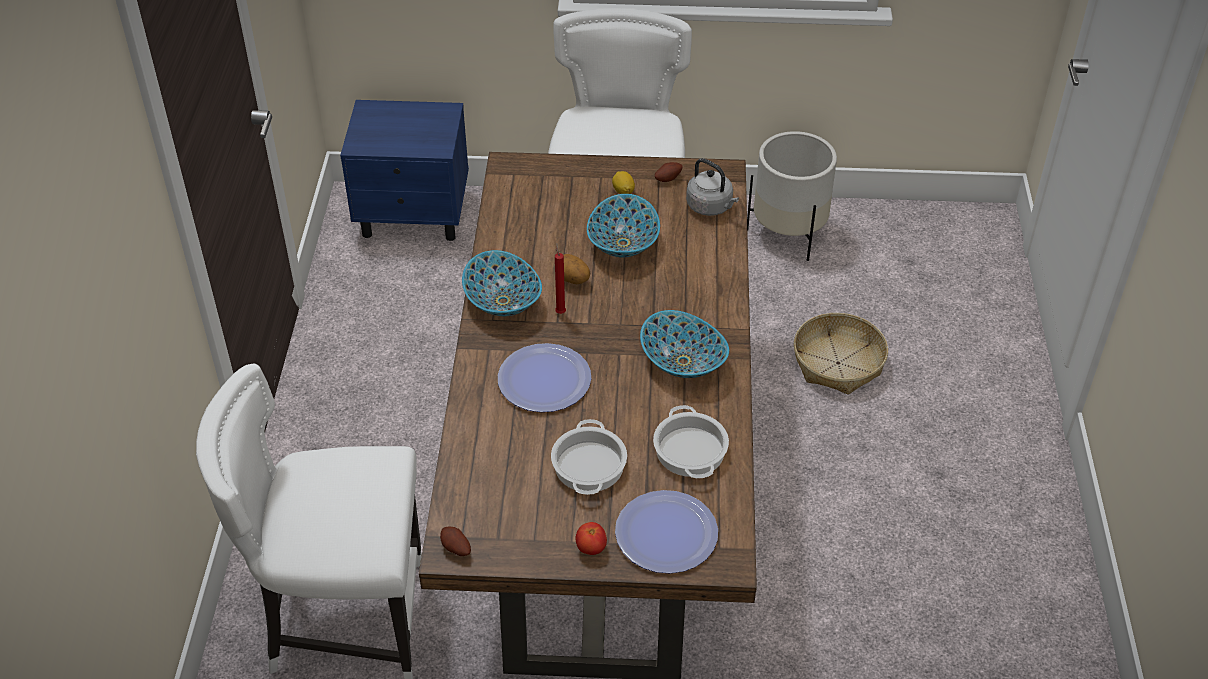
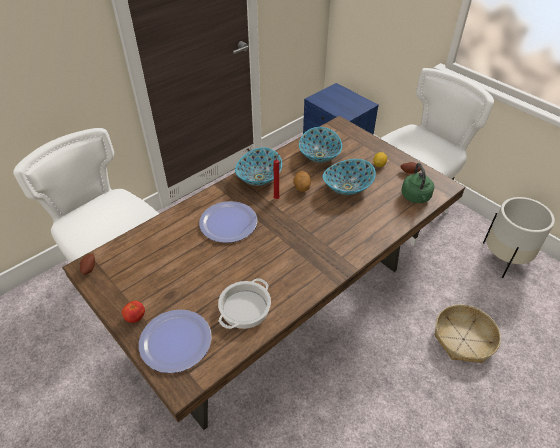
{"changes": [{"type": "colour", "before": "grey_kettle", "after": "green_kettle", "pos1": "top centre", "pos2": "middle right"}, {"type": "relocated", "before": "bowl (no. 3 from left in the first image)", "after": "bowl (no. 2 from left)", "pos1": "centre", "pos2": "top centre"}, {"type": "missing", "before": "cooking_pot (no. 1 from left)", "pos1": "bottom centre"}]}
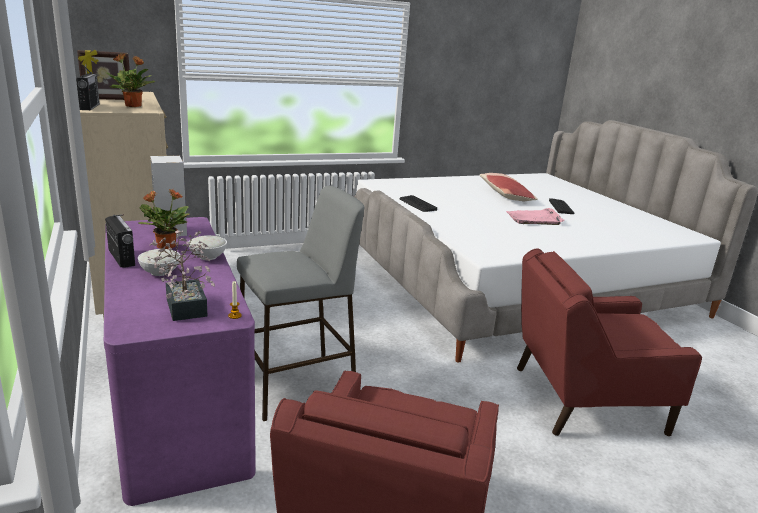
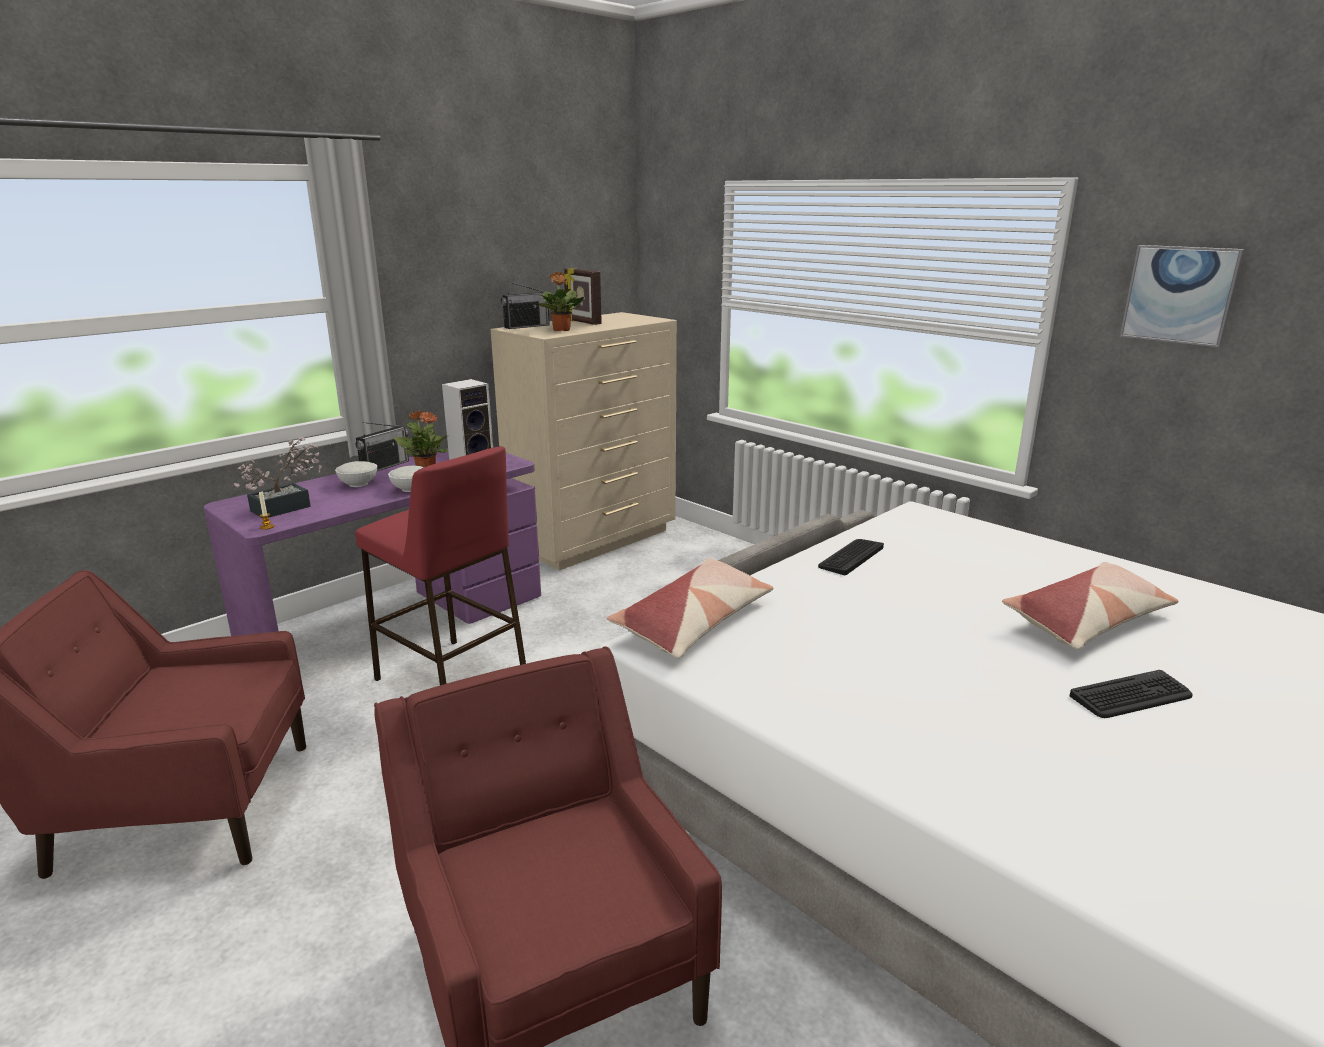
{"changes": [{"type": "colour", "before": "grey_stool", "after": "red_stool", "pos1": "centre", "pos2": "middle left"}, {"type": "missing", "before": "pink_tray", "pos1": "middle right"}, {"type": "appeared", "after": "picture", "pos2": "top right"}, {"type": "appeared", "after": "pillow (no. 1 from left)", "pos2": "centre"}]}
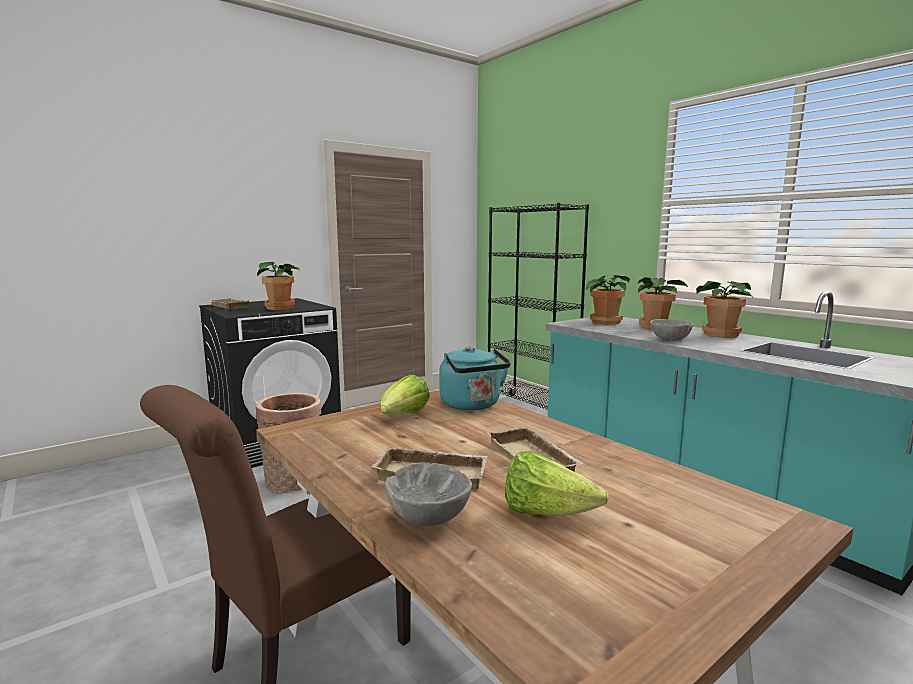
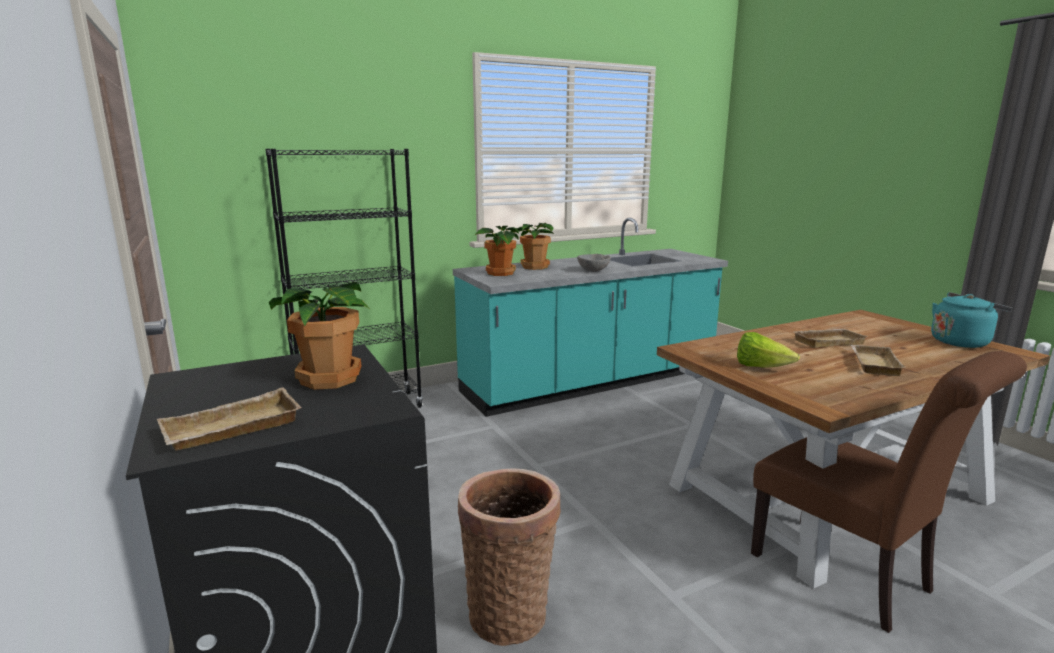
{"changes": [{"type": "missing", "before": "potted_plant (no. 4 from left)", "pos1": "middle right"}, {"type": "relocated", "before": "turquoise_kettle", "pos1": "centre", "pos2": "middle right"}, {"type": "missing", "before": "lettuce (no. 2 from left)", "pos1": "bottom centre"}, {"type": "missing", "before": "grey_bowl (no. 1 from left)", "pos1": "bottom centre"}]}
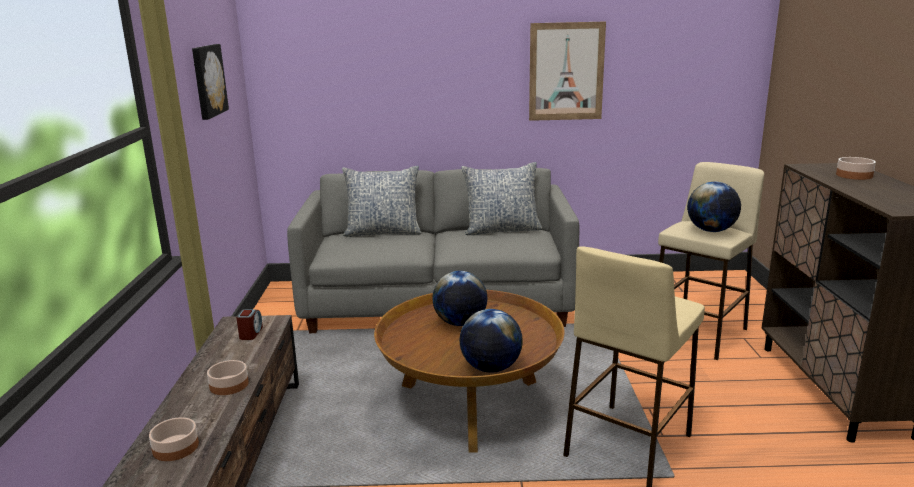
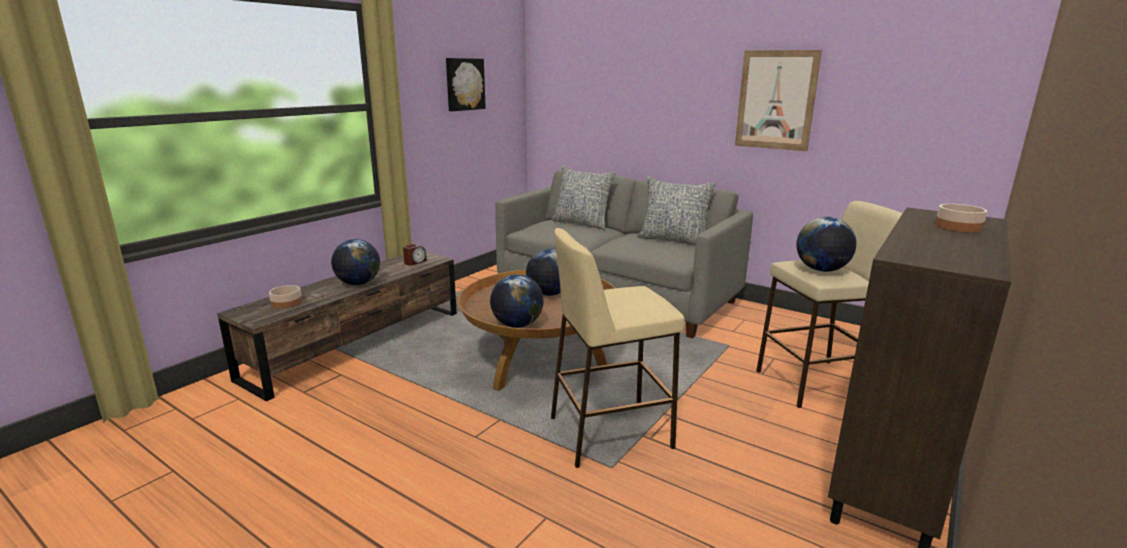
{"changes": [{"type": "exchanged", "before": "bowl (no. 2 from left)", "after": "globe (no. 1 from left)", "pos1": "bottom left", "pos2": "middle left"}]}
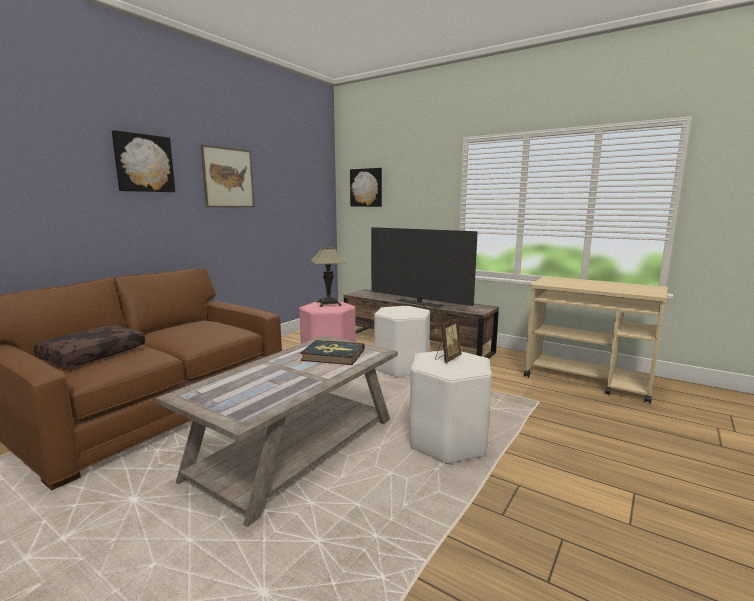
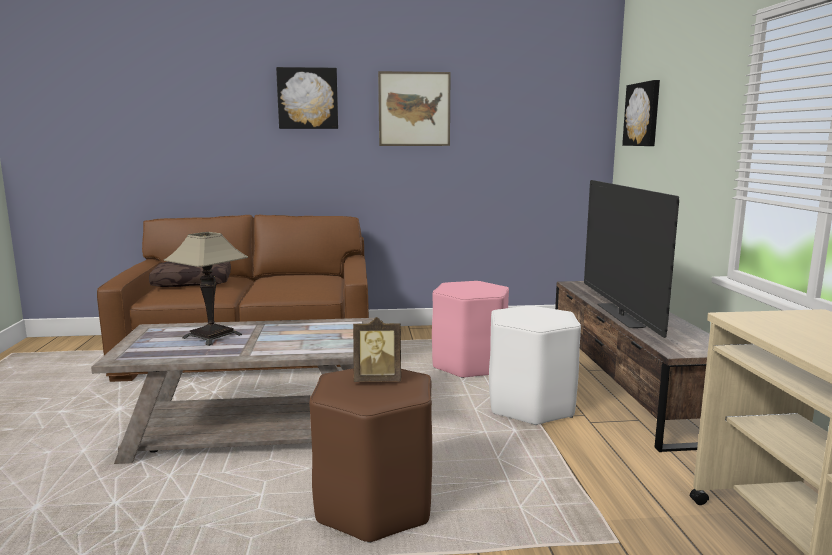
{"changes": [{"type": "relocated", "before": "table_lamp", "pos1": "centre", "pos2": "middle left"}, {"type": "missing", "before": "book", "pos1": "centre"}, {"type": "colour", "before": "white_stool (no. 2 from left)", "after": "brown_stool", "pos1": "bottom centre", "pos2": "bottom centre"}]}
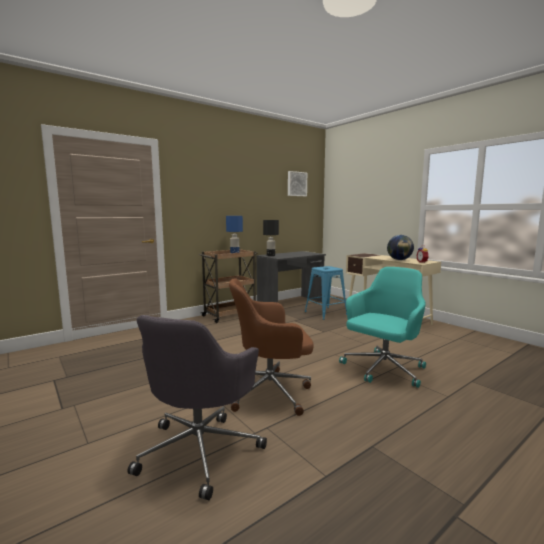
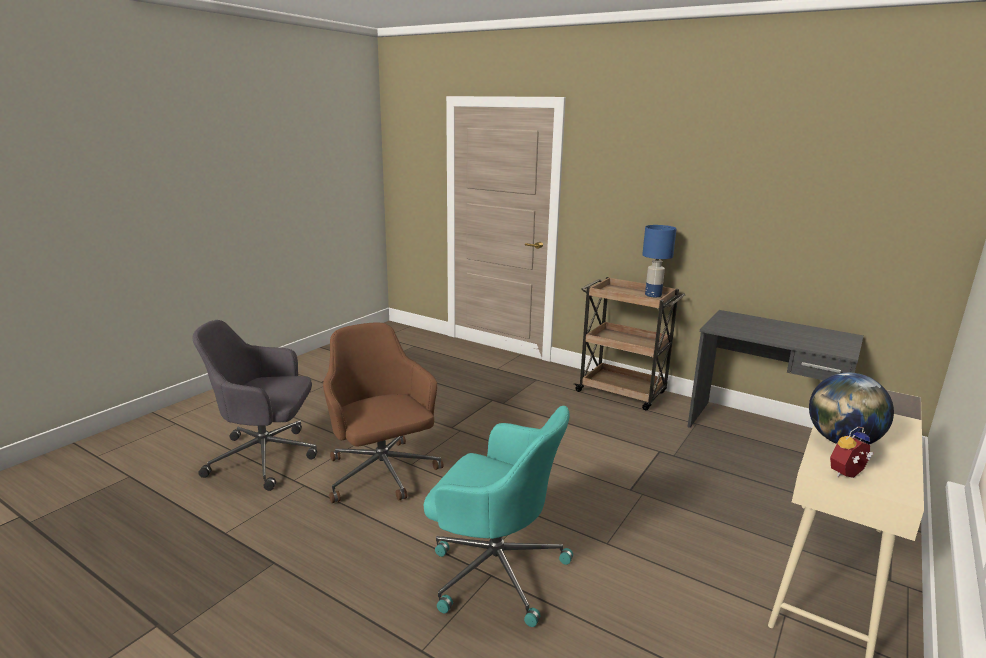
{"changes": [{"type": "missing", "before": "picture", "pos1": "centre"}, {"type": "missing", "before": "black_table_lamp", "pos1": "centre"}, {"type": "missing", "before": "blue_stool", "pos1": "centre"}]}
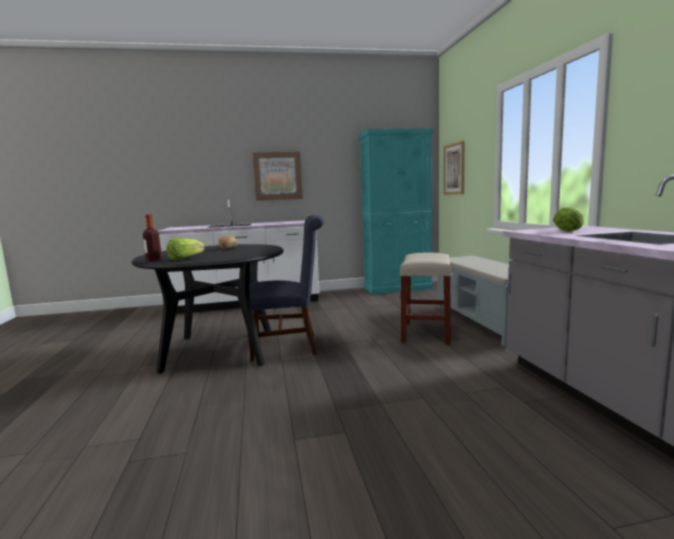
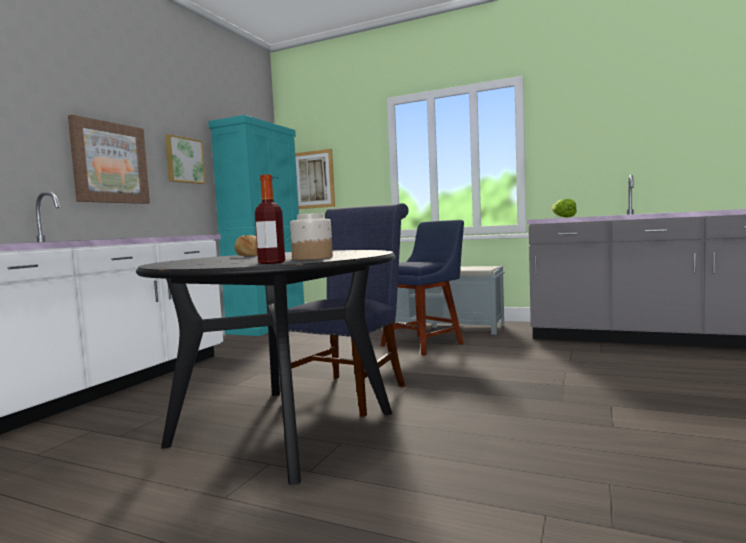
{"changes": [{"type": "exchanged", "before": "lettuce (no. 1 from left)", "after": "jar", "pos1": "middle left", "pos2": "centre"}, {"type": "exchanged", "before": "beige_stool", "after": "blue_chair (no. 2 from left)", "pos1": "centre", "pos2": "centre"}, {"type": "appeared", "after": "picture (no. 2 from left)", "pos2": "top left"}]}
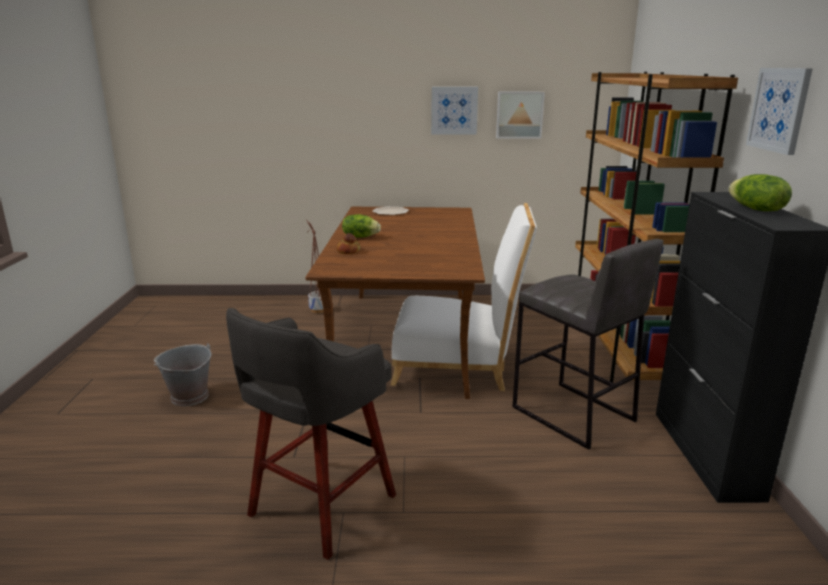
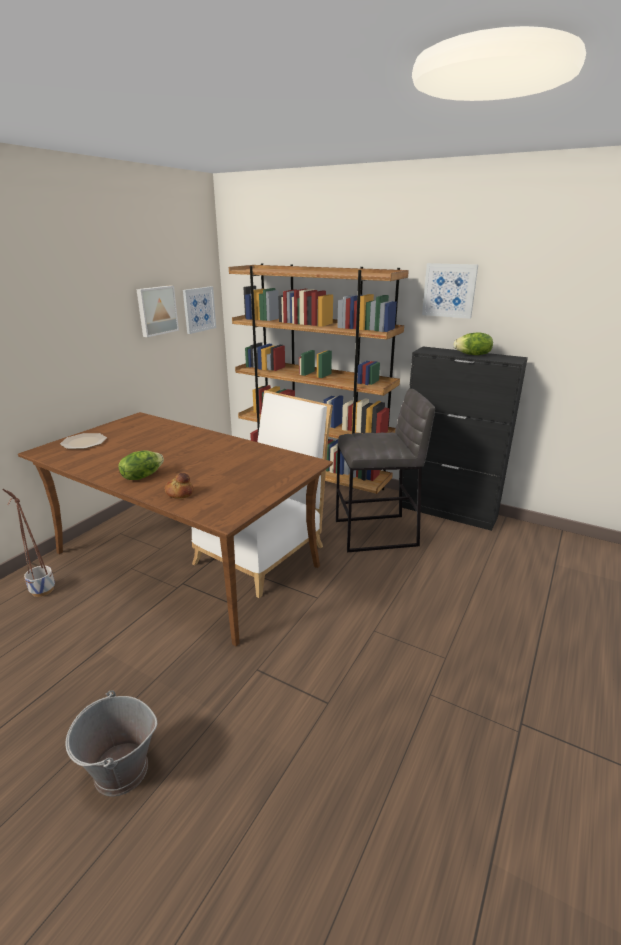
{"changes": [{"type": "relocated", "before": "picture (no. 1 from left in the first image)", "after": "picture (no. 2 from left)", "pos1": "top centre", "pos2": "top left"}, {"type": "missing", "before": "grey_stool (no. 1 from left)", "pos1": "bottom centre"}]}
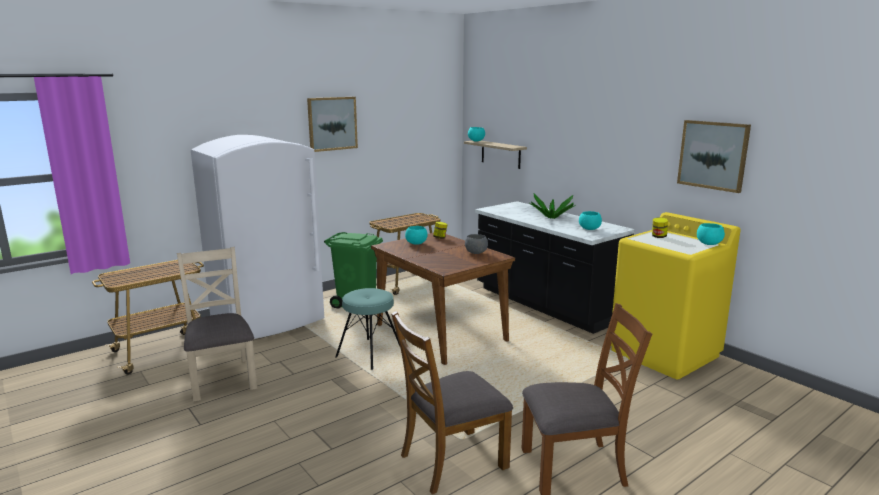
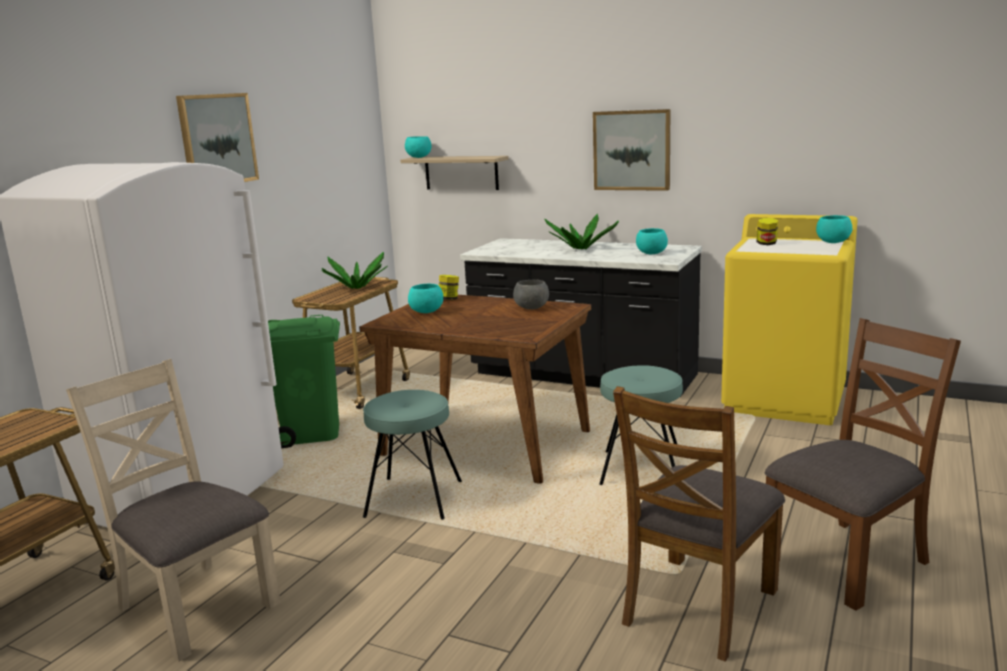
{"changes": [{"type": "relocated", "before": "picture (no. 2 from left)", "pos1": "top right", "pos2": "top centre"}, {"type": "appeared", "after": "potted_plant (no. 1 from left)", "pos2": "centre"}, {"type": "appeared", "after": "turquoise_stool (no. 2 from left)", "pos2": "centre"}]}
